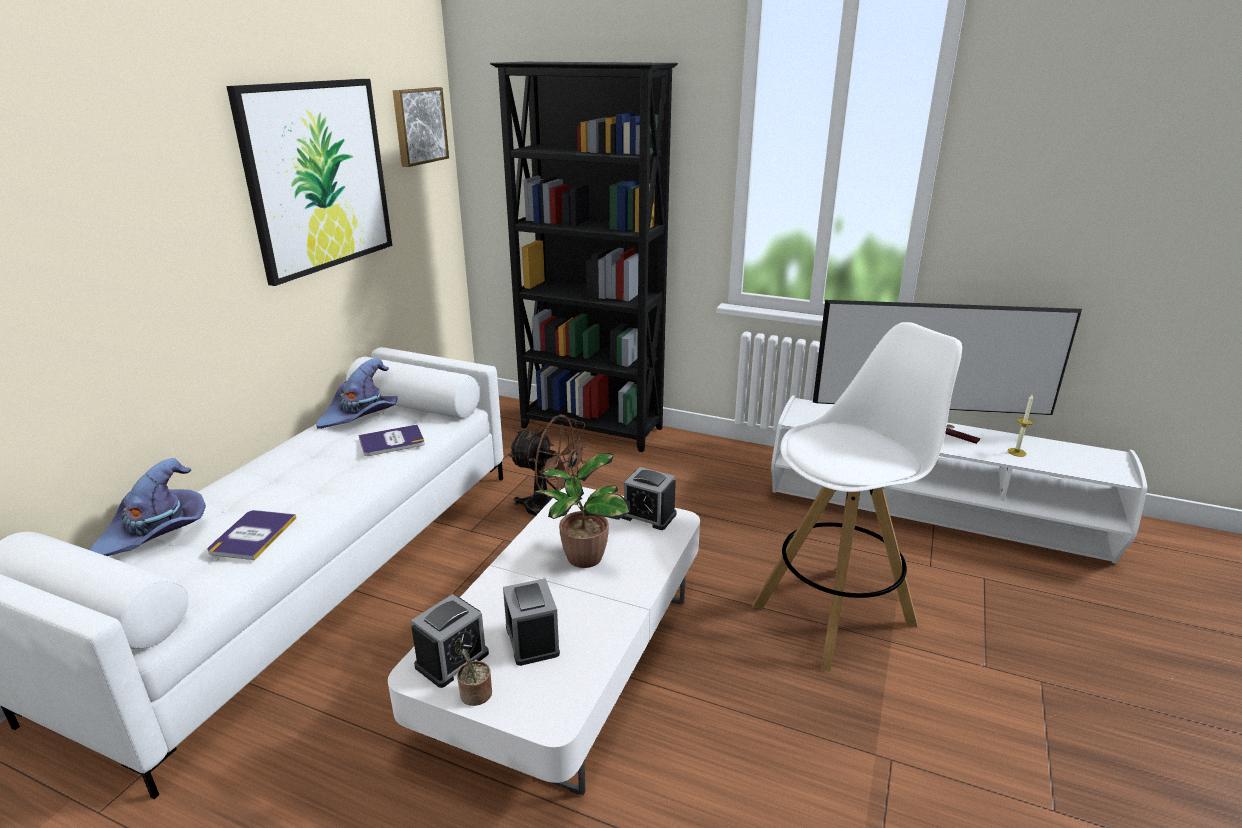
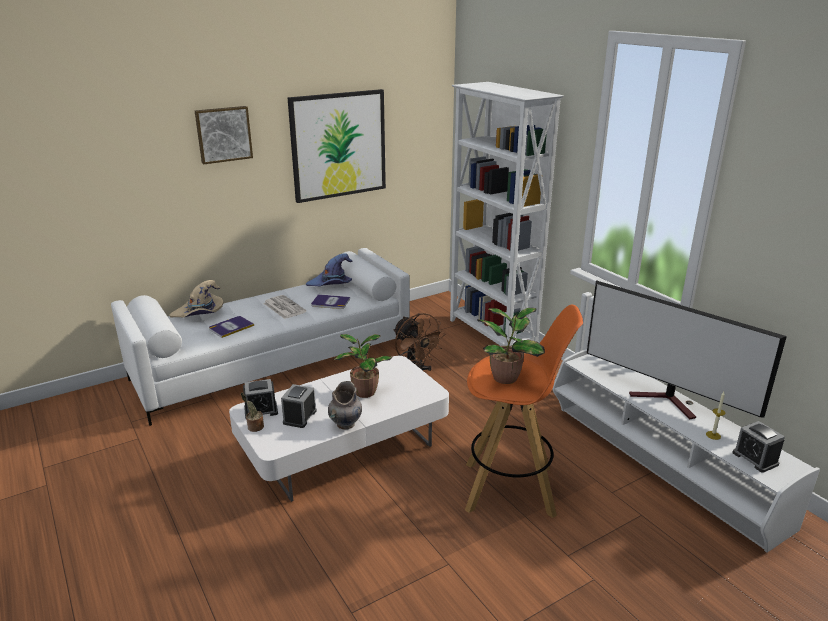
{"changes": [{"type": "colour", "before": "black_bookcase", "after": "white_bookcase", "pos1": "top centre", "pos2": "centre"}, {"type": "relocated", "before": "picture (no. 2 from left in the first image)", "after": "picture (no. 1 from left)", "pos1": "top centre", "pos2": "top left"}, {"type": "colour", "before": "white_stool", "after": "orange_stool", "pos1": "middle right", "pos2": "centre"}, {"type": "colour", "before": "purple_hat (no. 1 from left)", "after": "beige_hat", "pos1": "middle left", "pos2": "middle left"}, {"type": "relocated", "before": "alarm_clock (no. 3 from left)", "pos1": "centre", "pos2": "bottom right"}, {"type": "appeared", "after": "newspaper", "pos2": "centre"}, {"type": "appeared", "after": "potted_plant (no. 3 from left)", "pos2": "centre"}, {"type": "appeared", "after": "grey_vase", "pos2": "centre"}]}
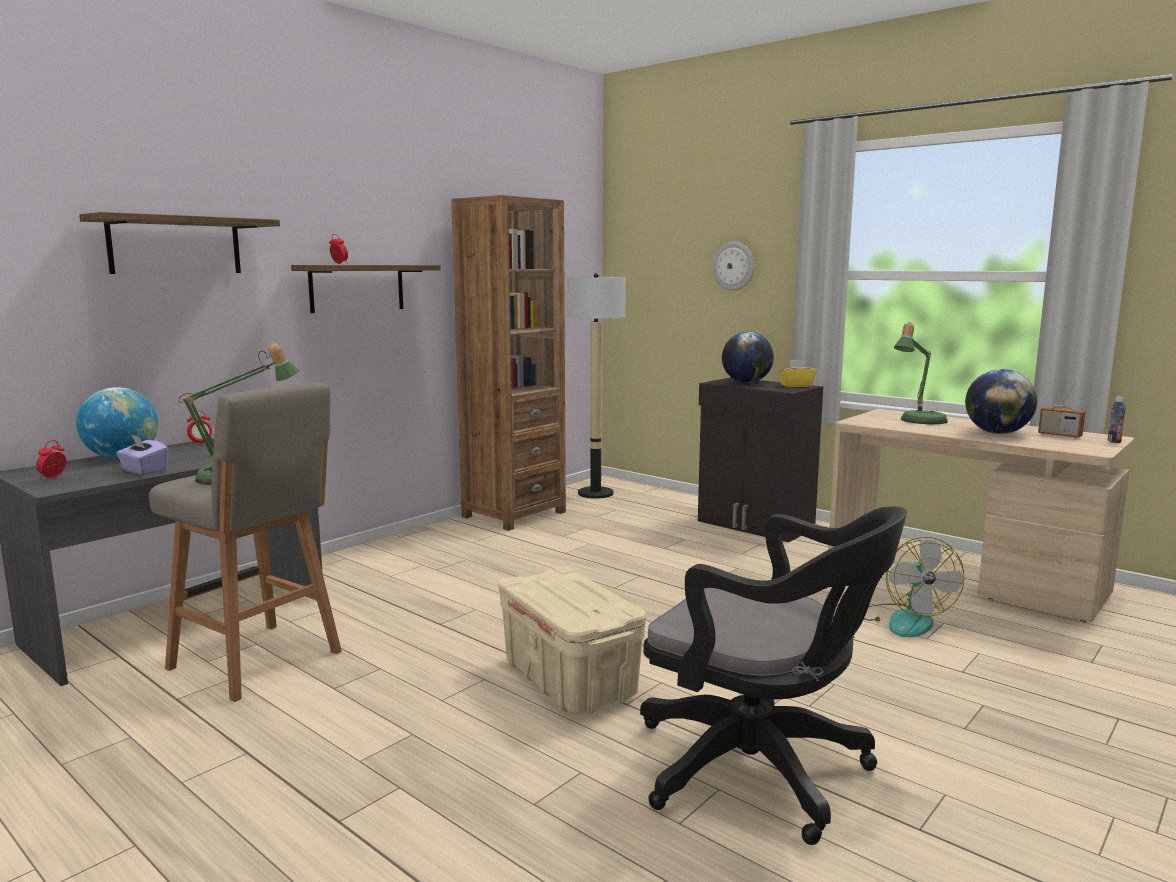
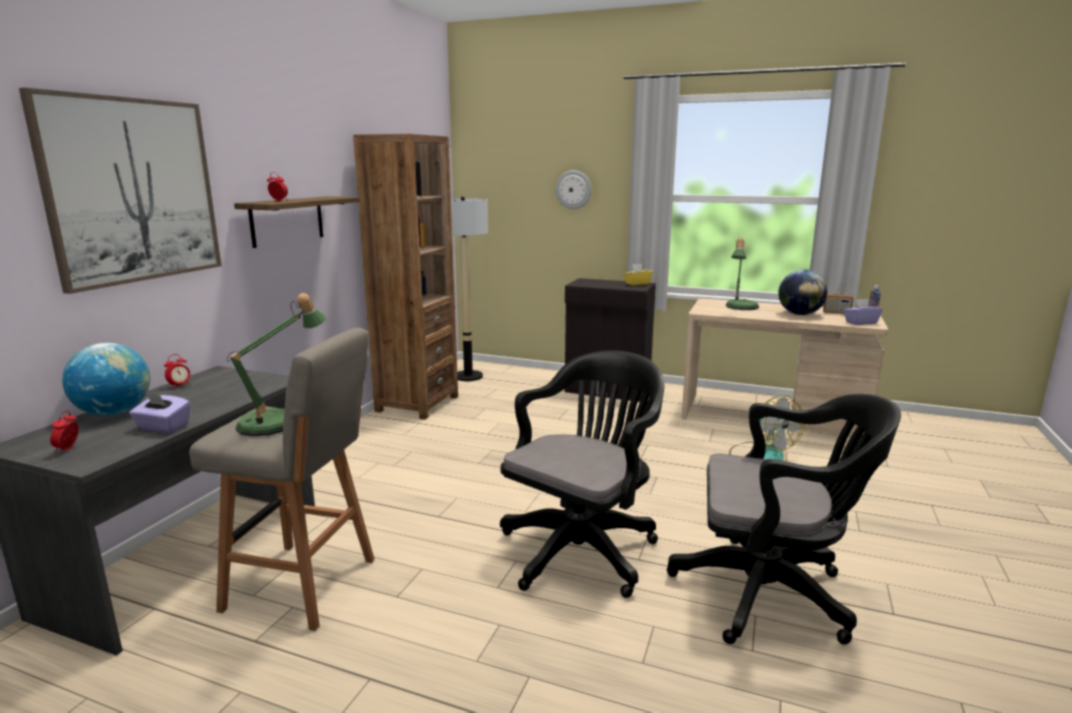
{"changes": [{"type": "exchanged", "before": "shelf (no. 1 from left)", "after": "picture", "pos1": "top left", "pos2": "top left"}, {"type": "missing", "before": "globe (no. 2 from left)", "pos1": "centre"}, {"type": "exchanged", "before": "beige_storage_box", "after": "black_office_chair (no. 1 from left)", "pos1": "bottom centre", "pos2": "centre"}, {"type": "appeared", "after": "purple_tissue_box (no. 2 from left)", "pos2": "middle right"}]}
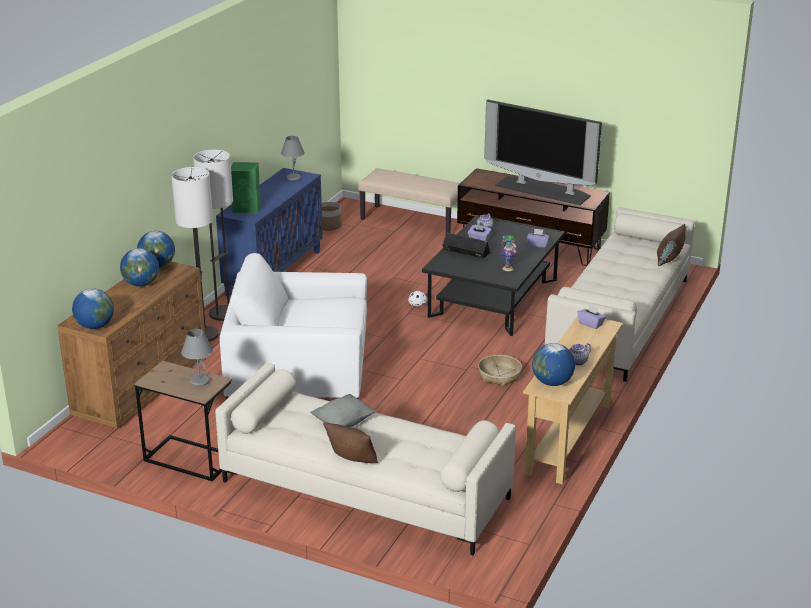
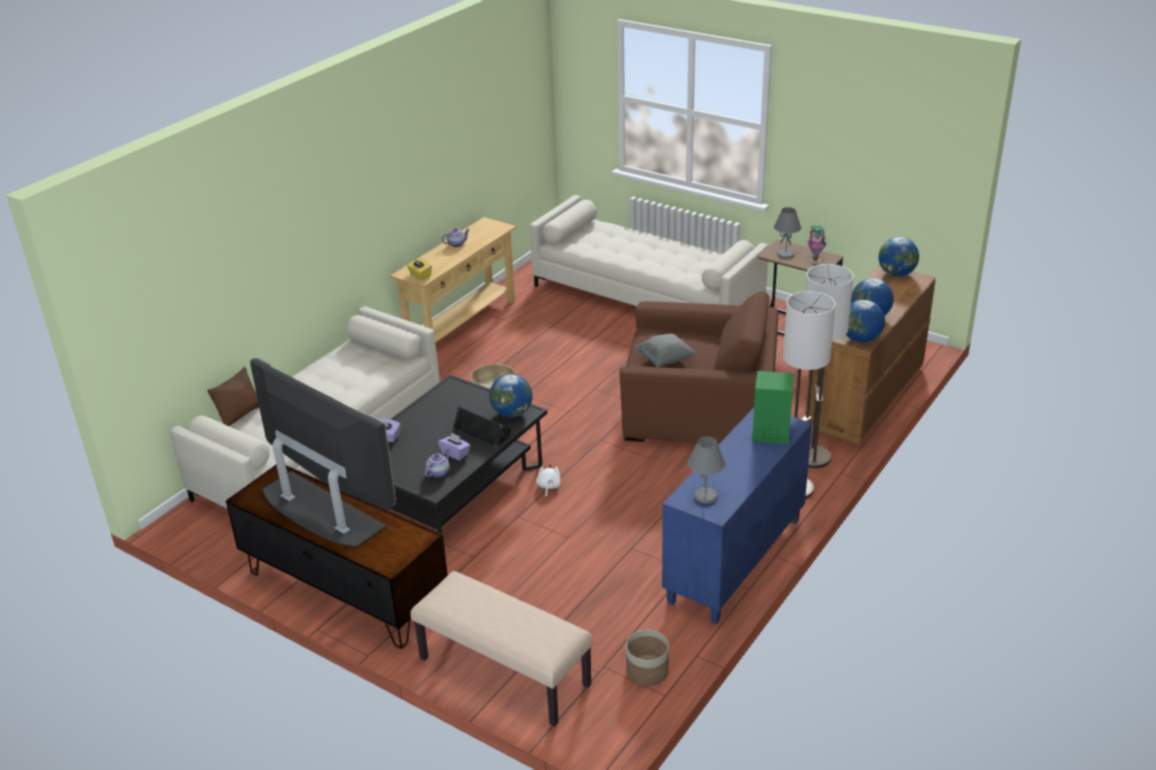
{"changes": [{"type": "relocated", "before": "vase", "pos1": "centre", "pos2": "top right"}, {"type": "colour", "before": "white_armchair", "after": "brown_armchair", "pos1": "centre", "pos2": "centre"}, {"type": "colour", "before": "purple_tissue_box (no. 3 from left)", "after": "yellow_tissue_box", "pos1": "middle right", "pos2": "centre"}, {"type": "relocated", "before": "globe (no. 4 from left in the first image)", "after": "globe (no. 1 from left)", "pos1": "middle right", "pos2": "centre"}, {"type": "relocated", "before": "grey_pillow", "pos1": "bottom centre", "pos2": "centre"}, {"type": "missing", "before": "brown_pillow (no. 1 from left)", "pos1": "bottom centre"}]}
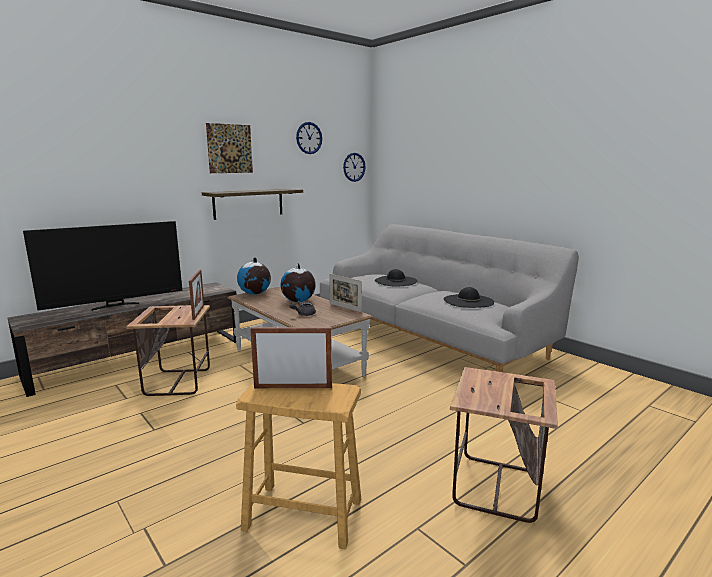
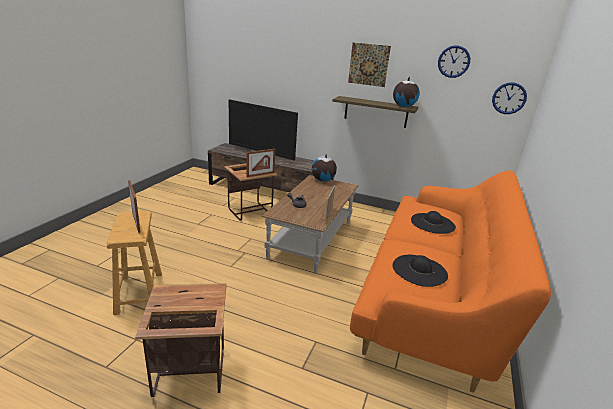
{"changes": [{"type": "colour", "before": "grey_sofa", "after": "orange_sofa", "pos1": "centre", "pos2": "bottom right"}, {"type": "relocated", "before": "globe (no. 2 from left)", "pos1": "centre", "pos2": "top centre"}]}
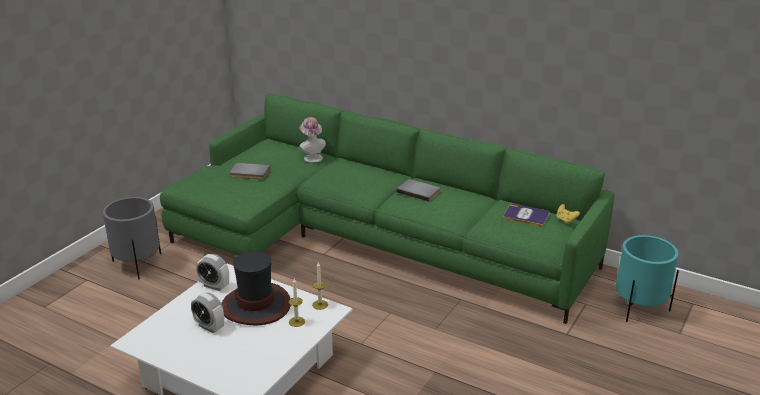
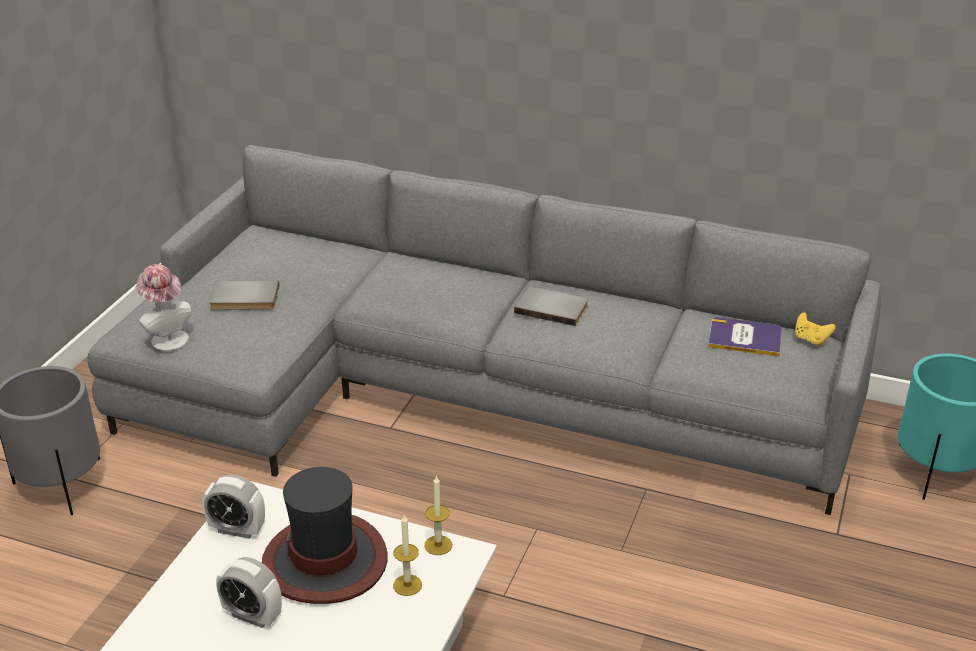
{"changes": [{"type": "colour", "before": "green_sofa", "after": "grey_sofa", "pos1": "centre", "pos2": "centre"}, {"type": "relocated", "before": "hat (no. 2 from left in the first image)", "after": "hat (no. 1 from left)", "pos1": "centre", "pos2": "middle left"}]}
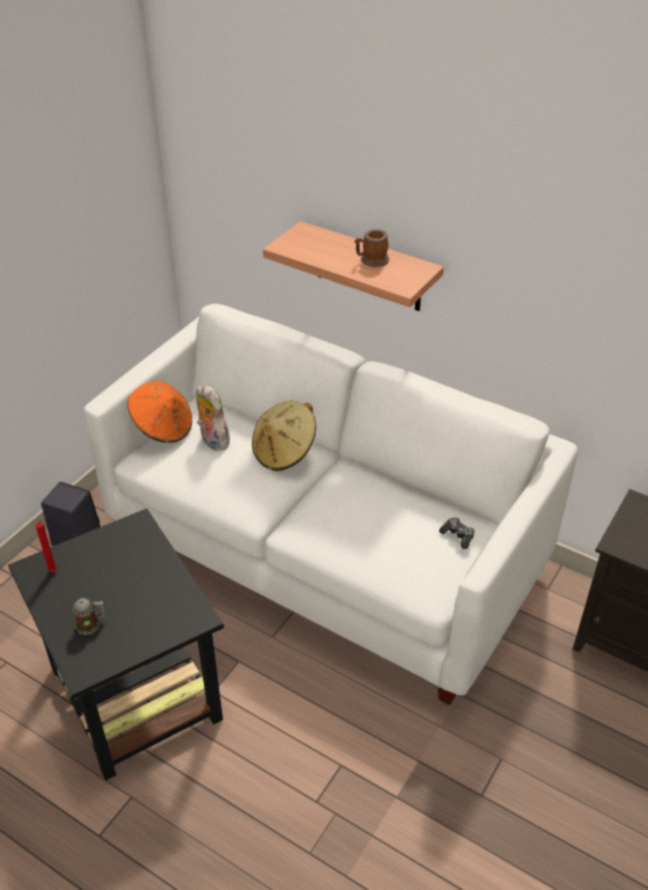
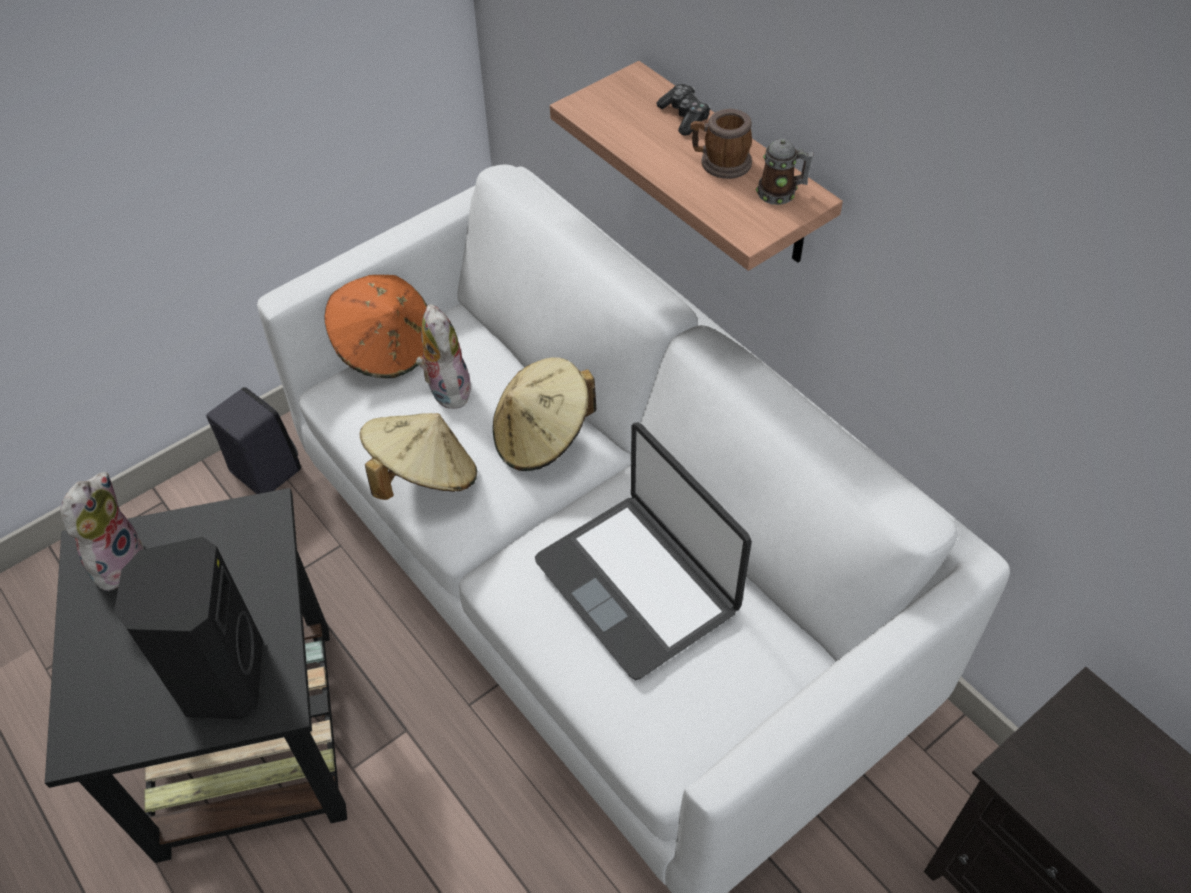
{"changes": [{"type": "exchanged", "before": "red_candle", "after": "plush_toy (no. 1 from left)", "pos1": "middle left", "pos2": "middle left"}, {"type": "relocated", "before": "game_controller", "pos1": "middle right", "pos2": "top centre"}, {"type": "relocated", "before": "mug (no. 1 from left in the first image)", "after": "mug (no. 2 from left)", "pos1": "bottom left", "pos2": "top centre"}, {"type": "appeared", "after": "beige_hat (no. 1 from left)", "pos2": "centre"}, {"type": "appeared", "after": "laptop", "pos2": "centre"}, {"type": "appeared", "after": "black_speaker (no. 1 from left)", "pos2": "bottom left"}]}
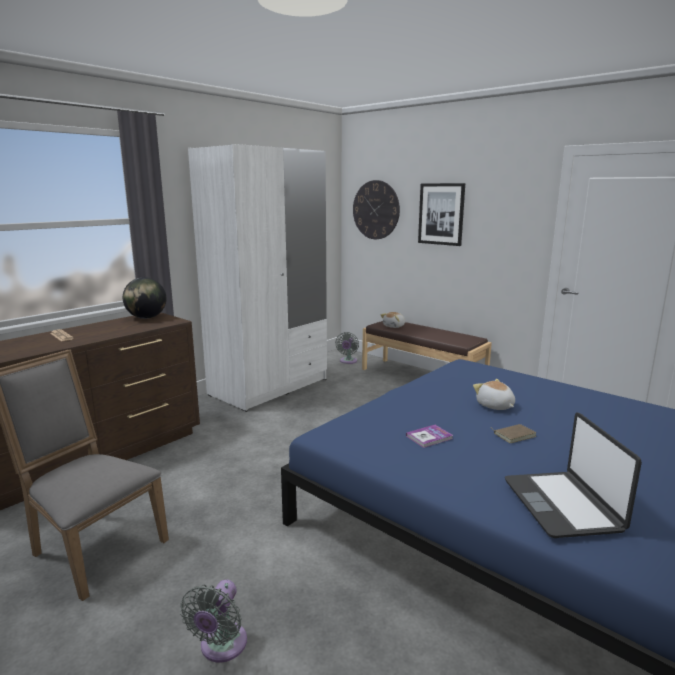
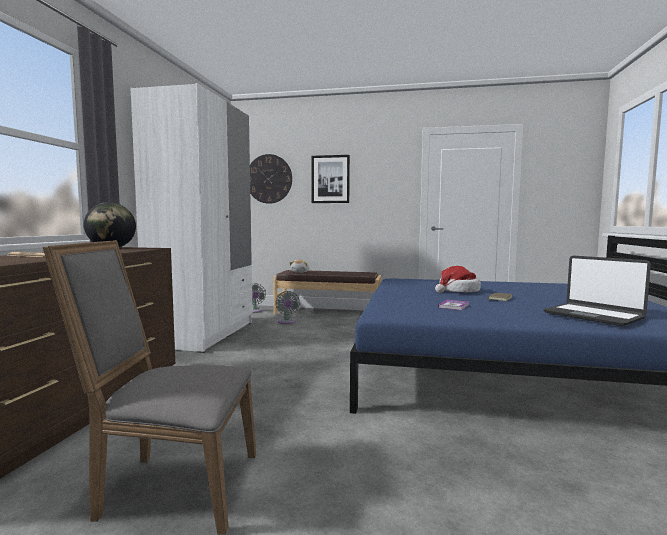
{"changes": [{"type": "exchanged", "before": "plush_toy (no. 2 from left)", "after": "hat", "pos1": "middle right", "pos2": "middle right"}, {"type": "relocated", "before": "grey_fan (no. 1 from left in the first image)", "after": "grey_fan (no. 2 from left)", "pos1": "bottom left", "pos2": "centre"}]}
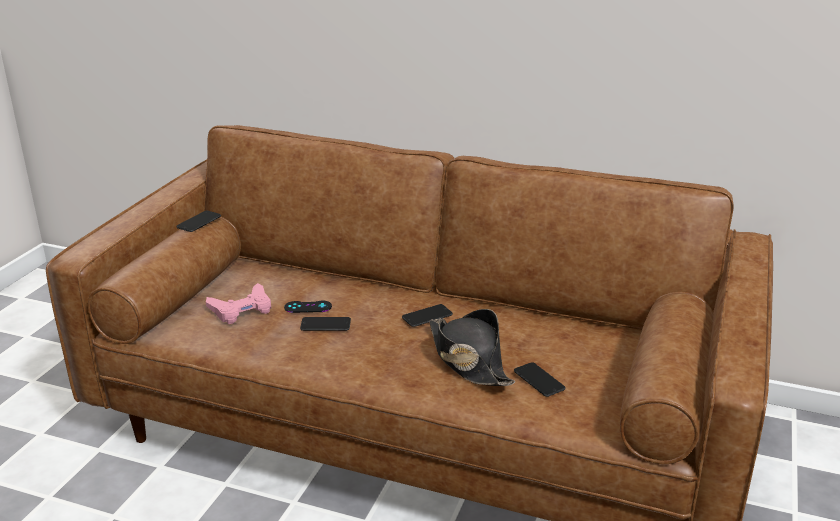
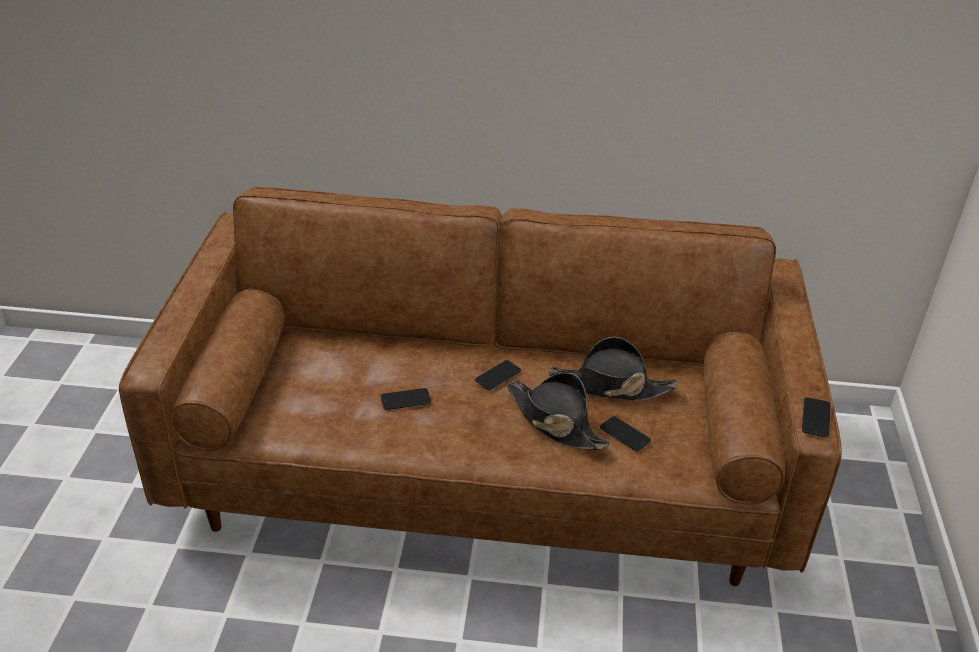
{"changes": [{"type": "relocated", "before": "phone (no. 1 from left in the first image)", "after": "phone (no. 4 from left)", "pos1": "middle left", "pos2": "middle right"}, {"type": "missing", "before": "pink_game_controller", "pos1": "middle left"}, {"type": "missing", "before": "black_game_controller", "pos1": "centre"}, {"type": "appeared", "after": "black_hat (no. 2 from left)", "pos2": "centre"}]}
